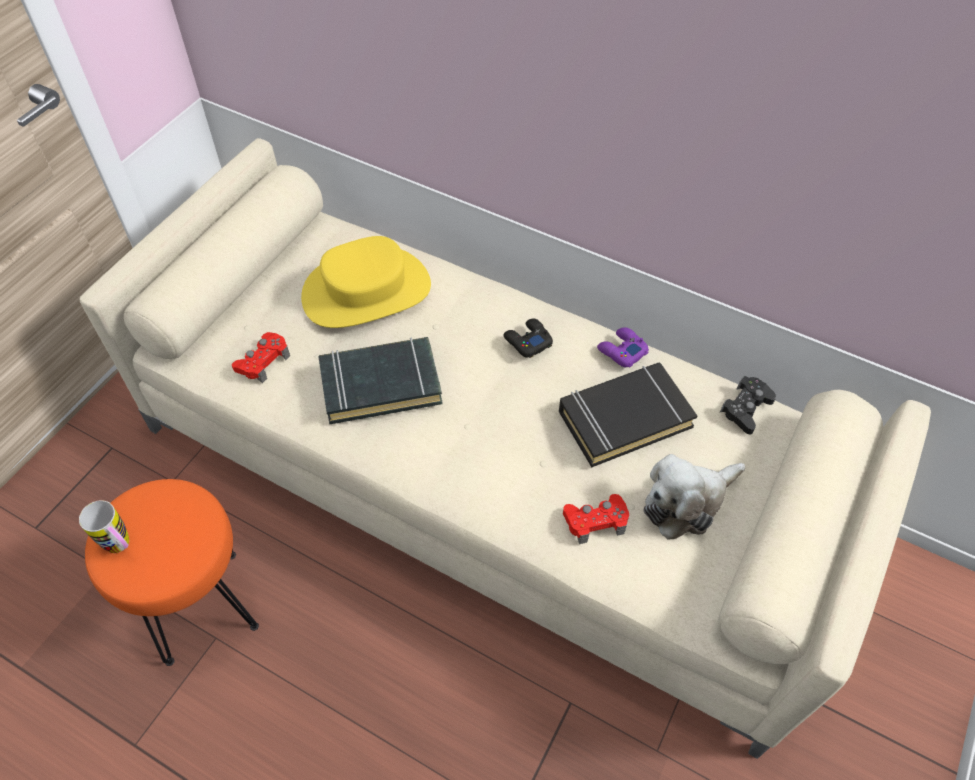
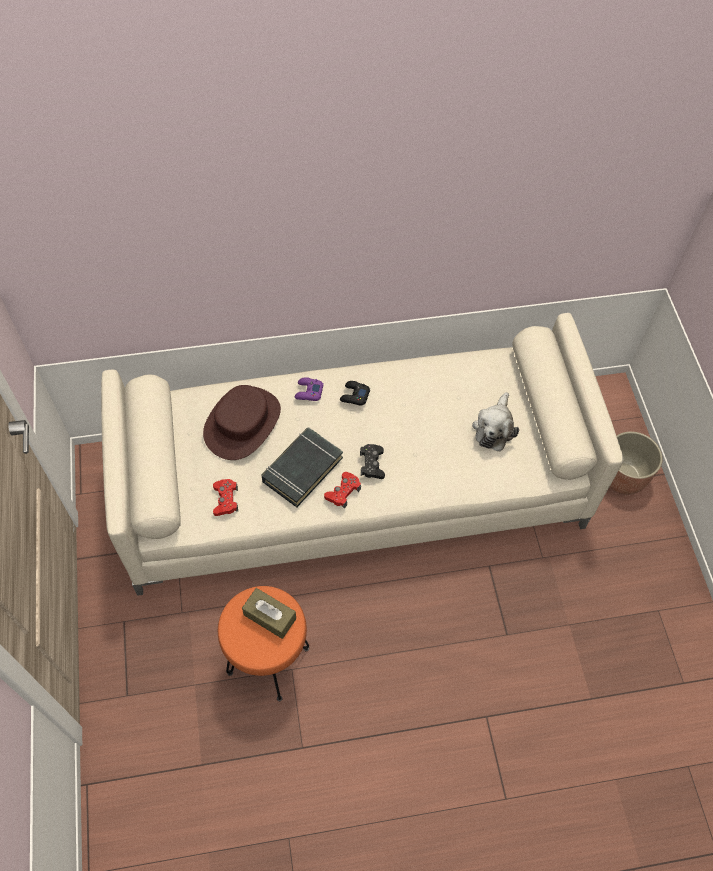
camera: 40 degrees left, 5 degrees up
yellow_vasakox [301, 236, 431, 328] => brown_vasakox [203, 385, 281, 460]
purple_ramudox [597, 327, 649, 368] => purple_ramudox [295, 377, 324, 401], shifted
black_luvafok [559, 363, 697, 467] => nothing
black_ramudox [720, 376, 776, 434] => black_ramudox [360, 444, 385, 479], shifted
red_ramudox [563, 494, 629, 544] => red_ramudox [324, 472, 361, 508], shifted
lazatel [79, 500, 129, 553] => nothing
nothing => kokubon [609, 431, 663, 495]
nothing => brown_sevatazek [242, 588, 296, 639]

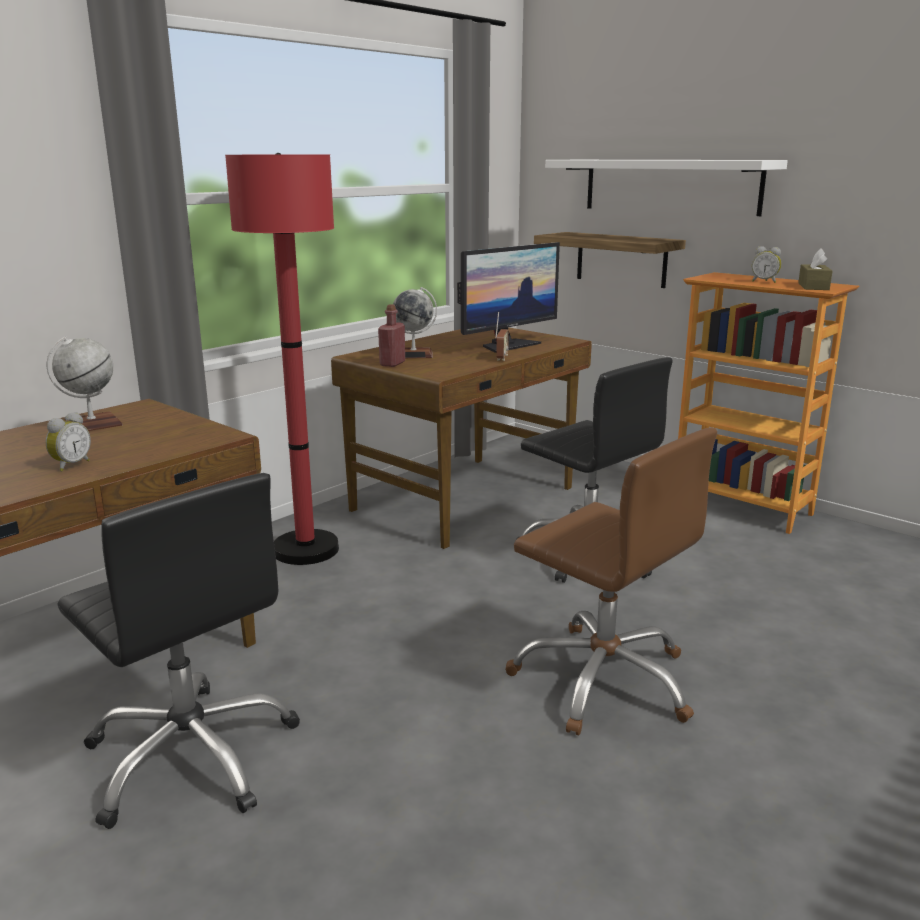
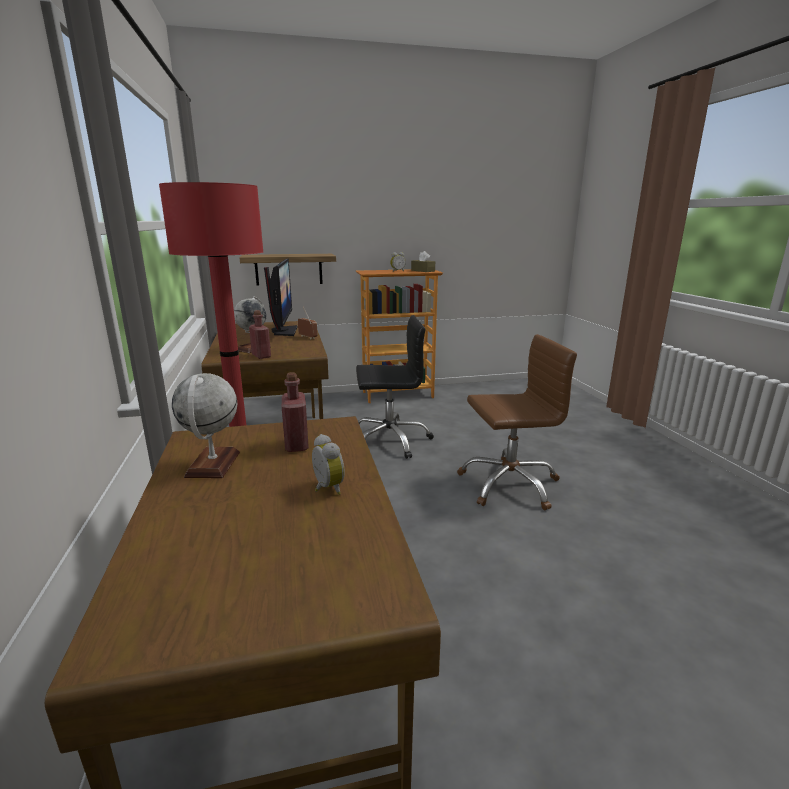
camera: 55 degrees left, 0 degrees up
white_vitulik [545, 160, 788, 216] => nothing
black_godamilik [57, 473, 300, 829] => nothing
nothing => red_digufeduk [282, 372, 309, 452]

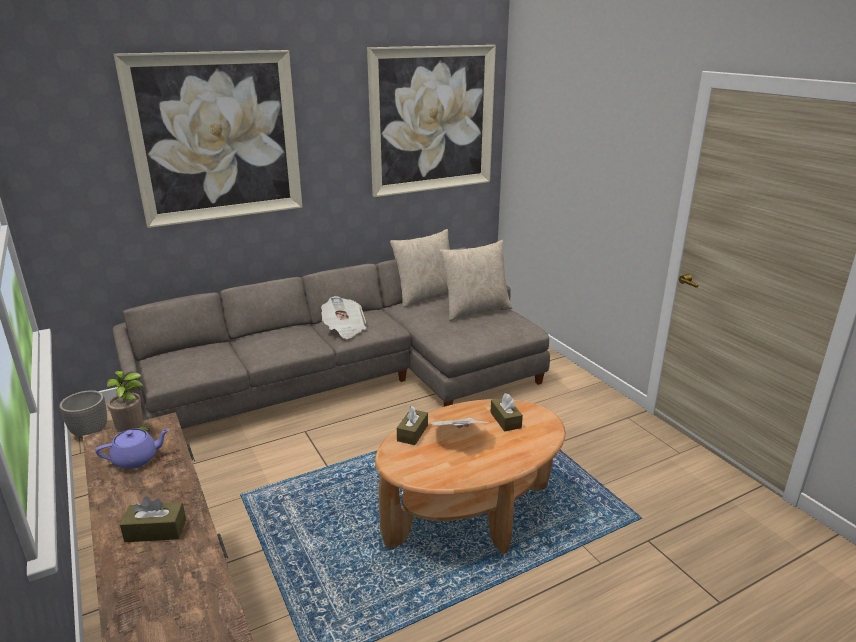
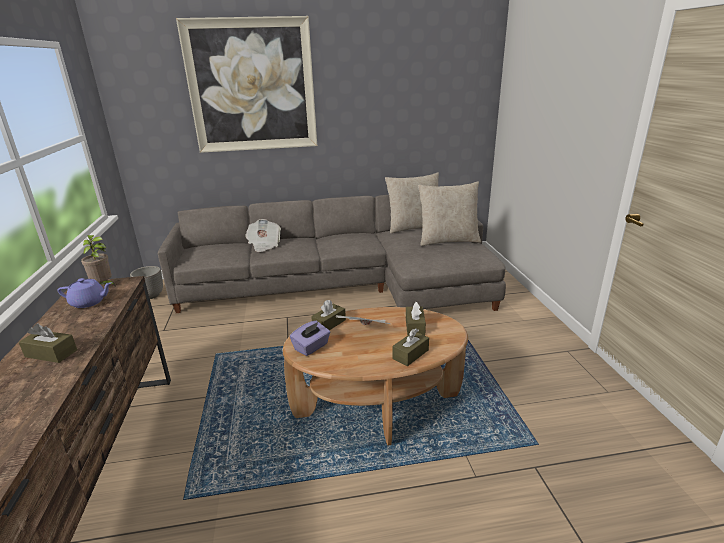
camera: 20 degrees right, 0 degrees up
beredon [367, 45, 496, 197] => nothing
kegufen [321, 296, 367, 339] => kegufen [245, 219, 281, 252], shifted
nothing => purple_sevatazek [290, 321, 331, 356]
nothing => brown_sevatazek [393, 328, 429, 366]

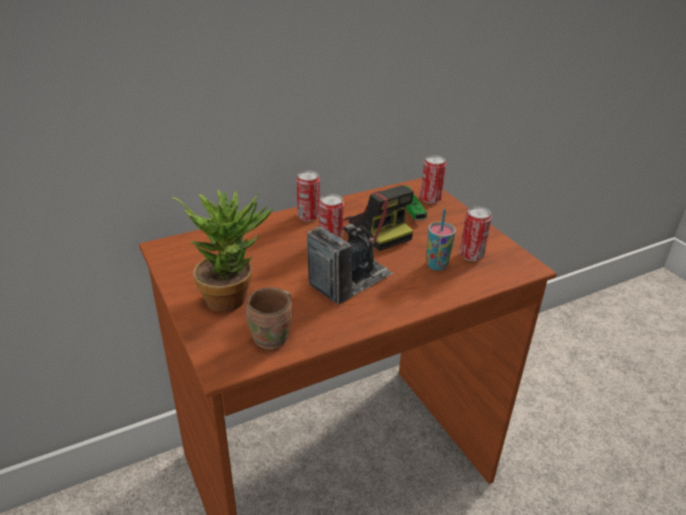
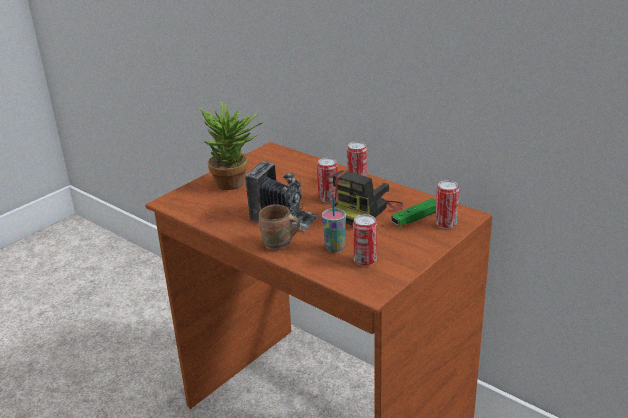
camera: 70 degrees right, 5 degrees down
brown_lazatel [246, 287, 292, 349] => brown_lazatel [259, 204, 300, 251], shifted

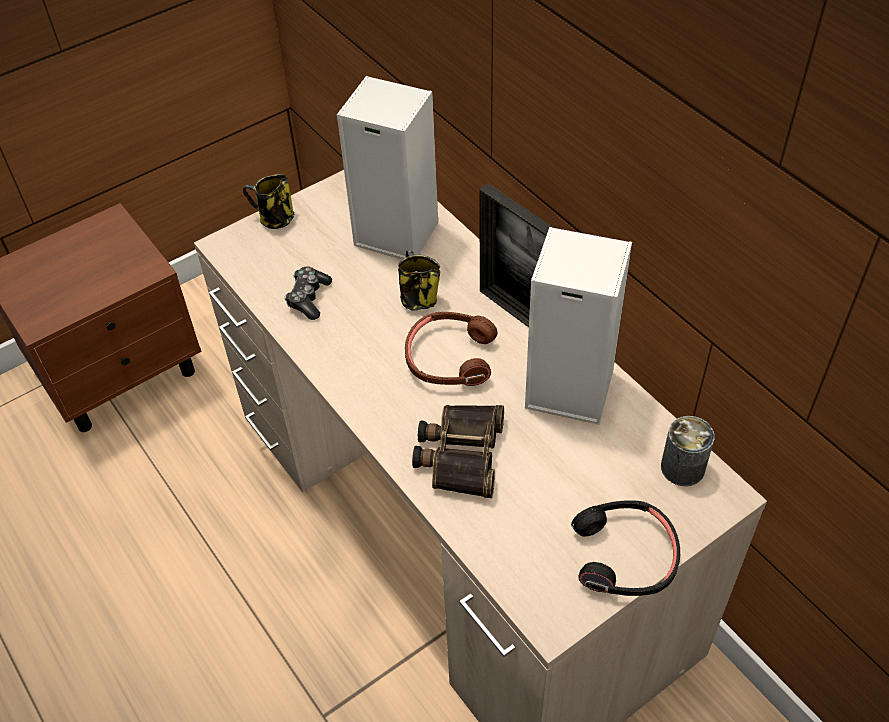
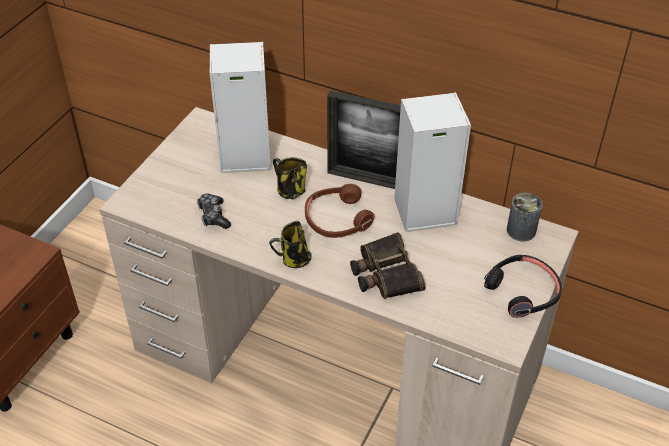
camera: 30 degrees left, 5 degrees down
lazatel [243, 174, 294, 229] => lazatel [269, 221, 312, 268], shifted

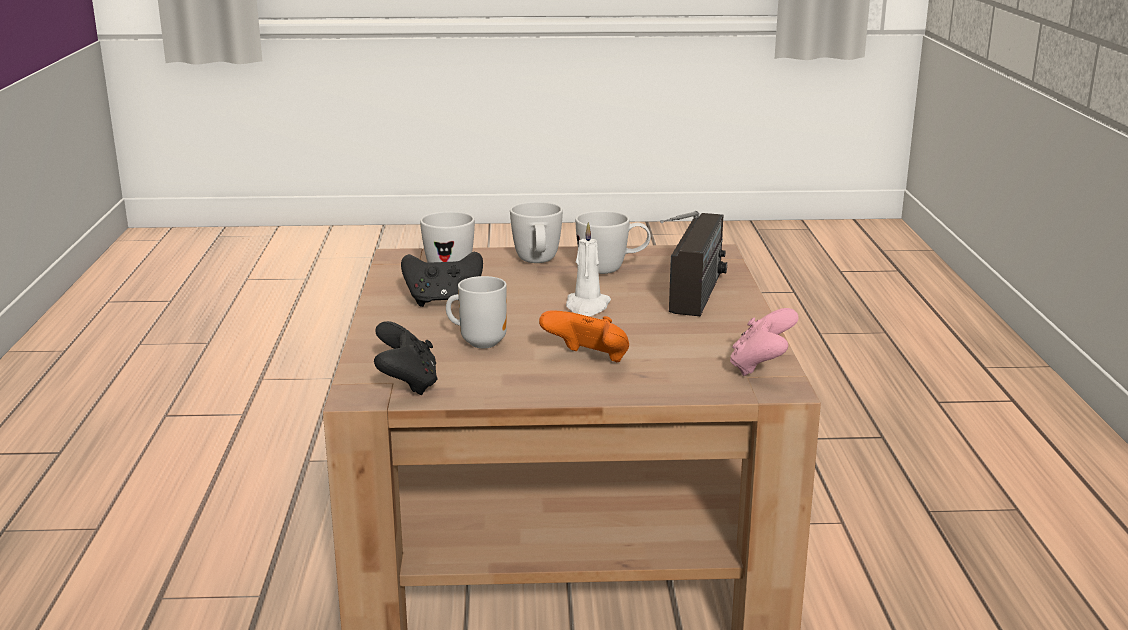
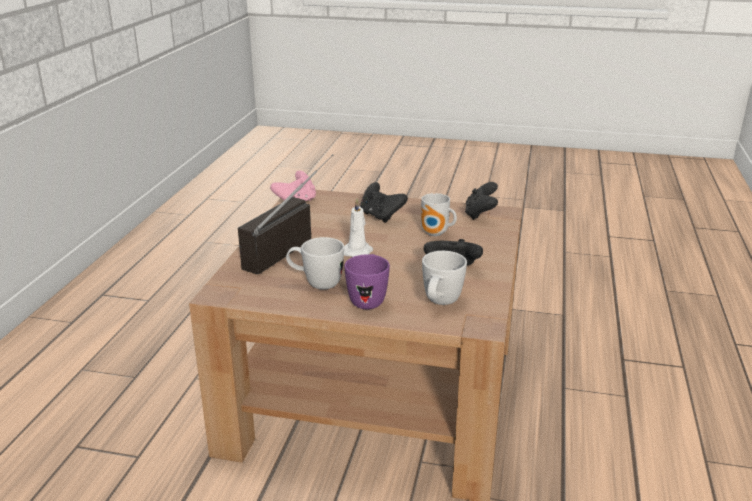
camera: 165 degrees left, 5 degrees up
white_lazatel [510, 201, 563, 263] => purple_lazatel [344, 254, 390, 309]
orange_ramudox [539, 310, 629, 362] => black_ramudox [360, 182, 408, 223]

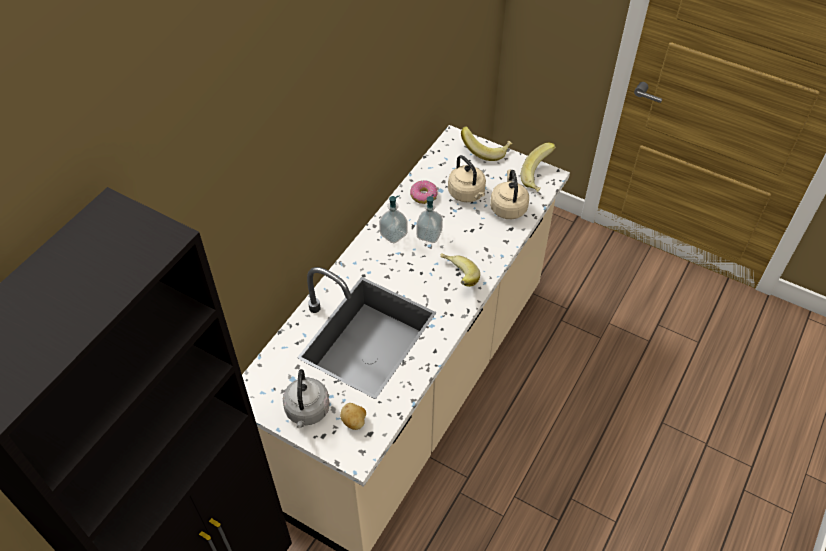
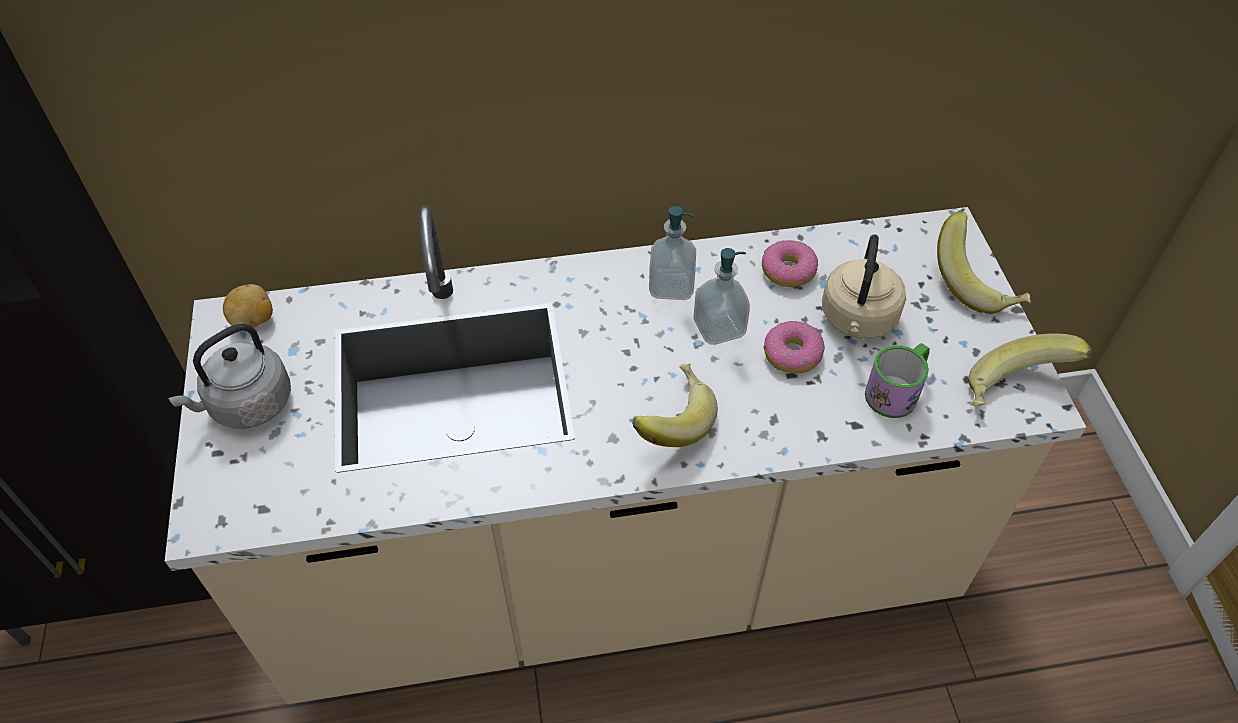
camera: 50 degrees right, 0 degrees up
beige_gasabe [490, 169, 529, 219] => lazatel [865, 343, 930, 418]
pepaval [340, 403, 366, 430] => pepaval [223, 284, 273, 328], shifted
nothing => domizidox [763, 321, 825, 373]

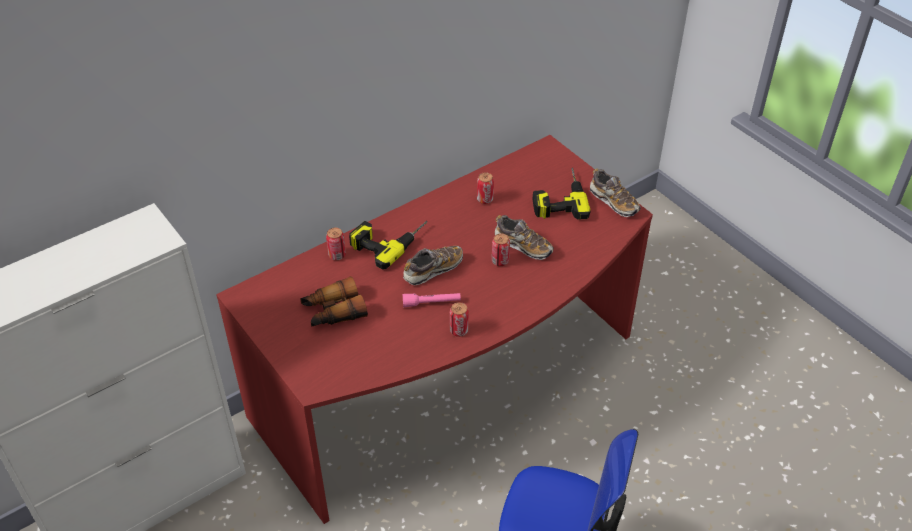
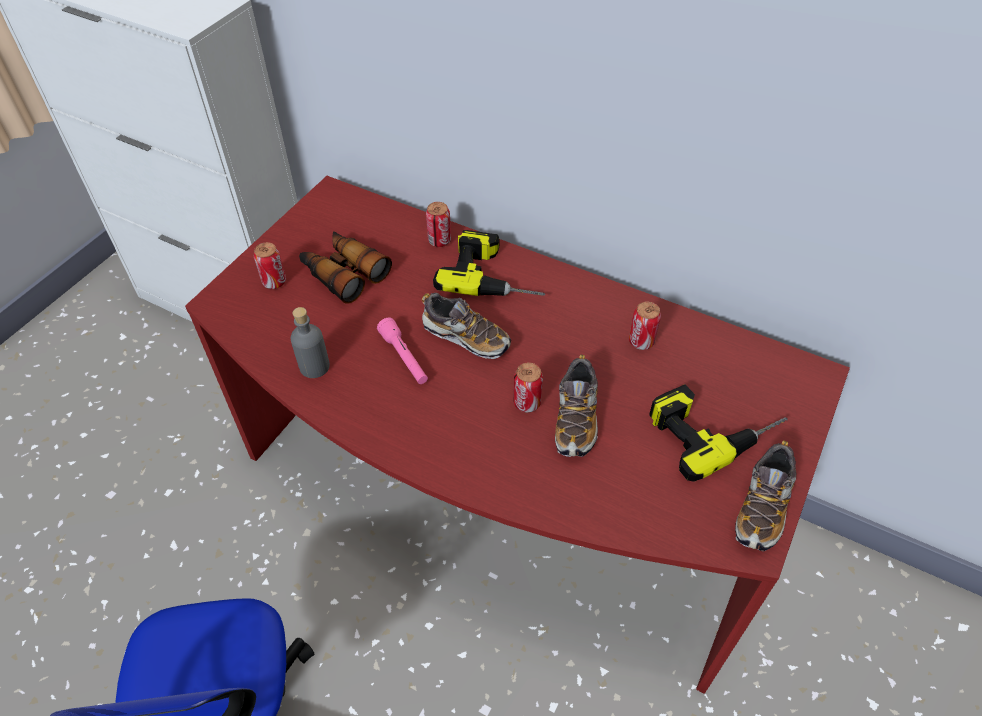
camera: 65 degrees right, 5 degrees up
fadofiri [450, 302, 469, 337] => fadofiri [254, 242, 286, 289], shifted
nothing => grey_digufeduk [291, 307, 330, 378]

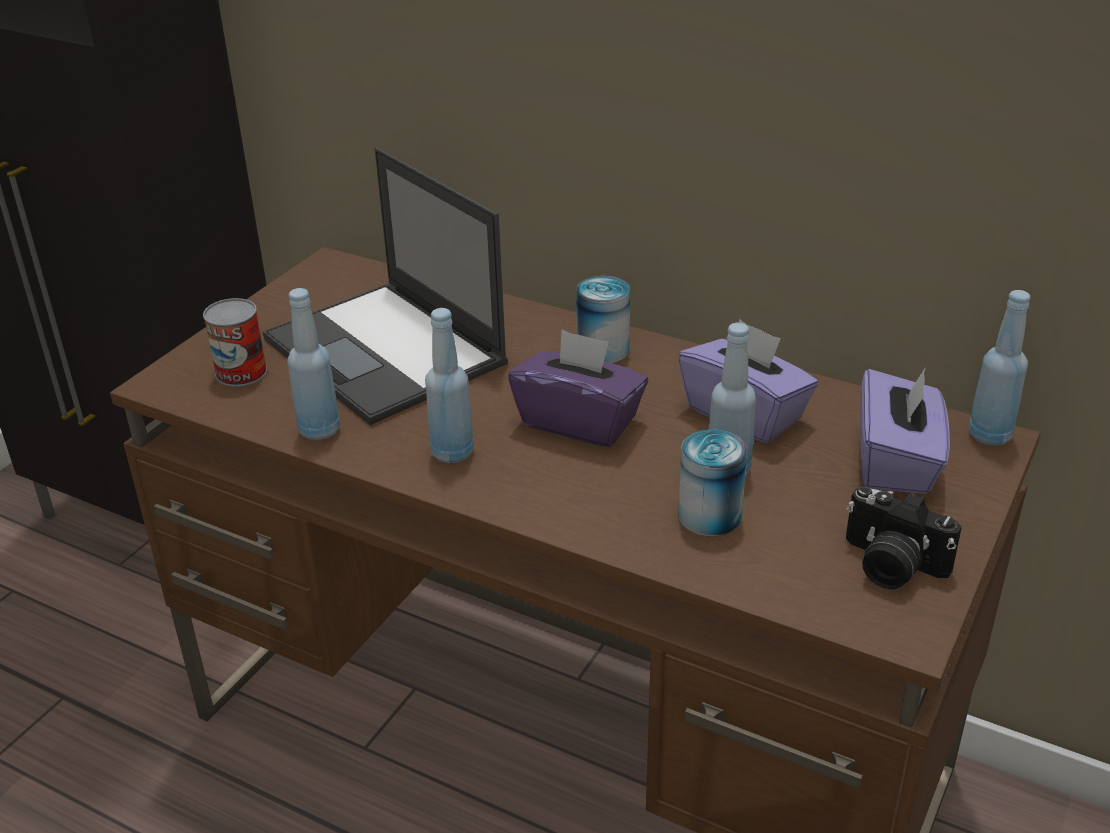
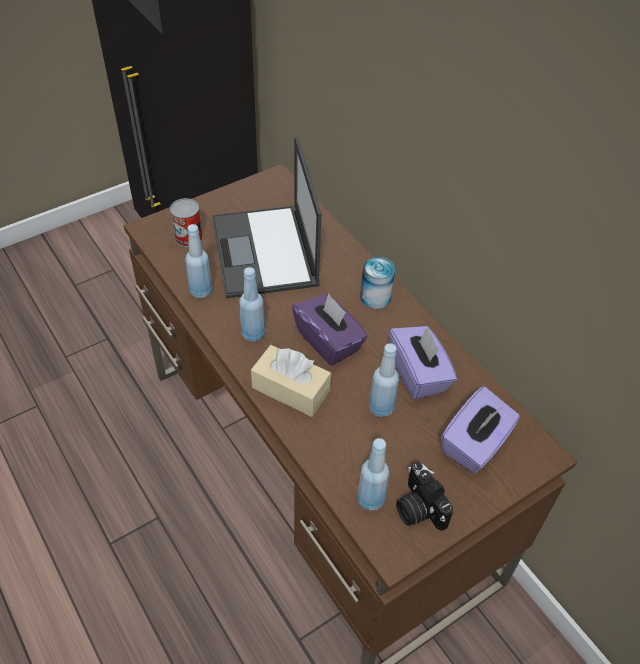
camera: 25 degrees right, 15 degrees up
blue_digufeduk [969, 290, 1031, 446] => blue_digufeduk [357, 438, 389, 511], shifted
fadofiri [678, 429, 747, 536] => nothing
nothing => beige_sevatazek [251, 345, 331, 417]

